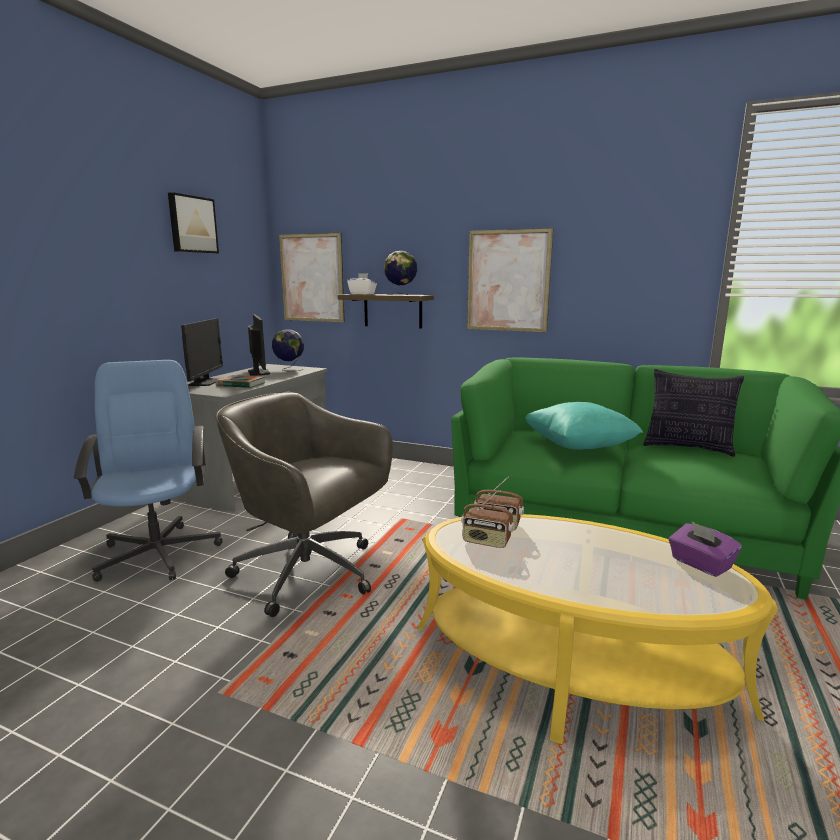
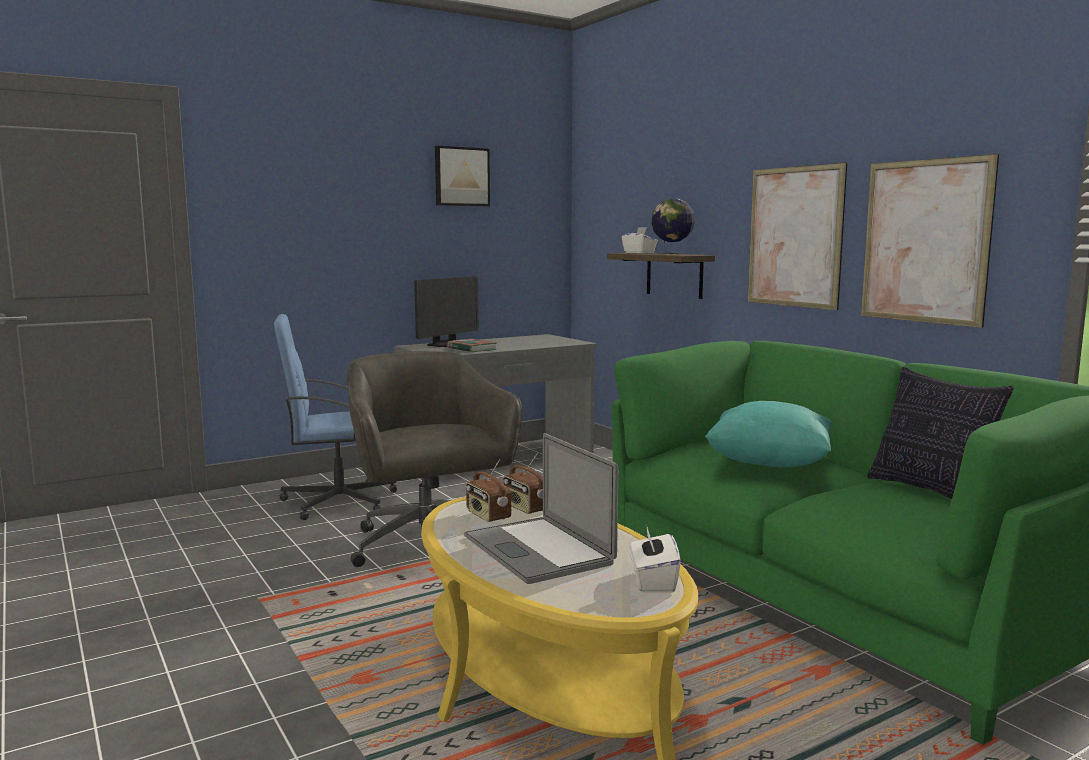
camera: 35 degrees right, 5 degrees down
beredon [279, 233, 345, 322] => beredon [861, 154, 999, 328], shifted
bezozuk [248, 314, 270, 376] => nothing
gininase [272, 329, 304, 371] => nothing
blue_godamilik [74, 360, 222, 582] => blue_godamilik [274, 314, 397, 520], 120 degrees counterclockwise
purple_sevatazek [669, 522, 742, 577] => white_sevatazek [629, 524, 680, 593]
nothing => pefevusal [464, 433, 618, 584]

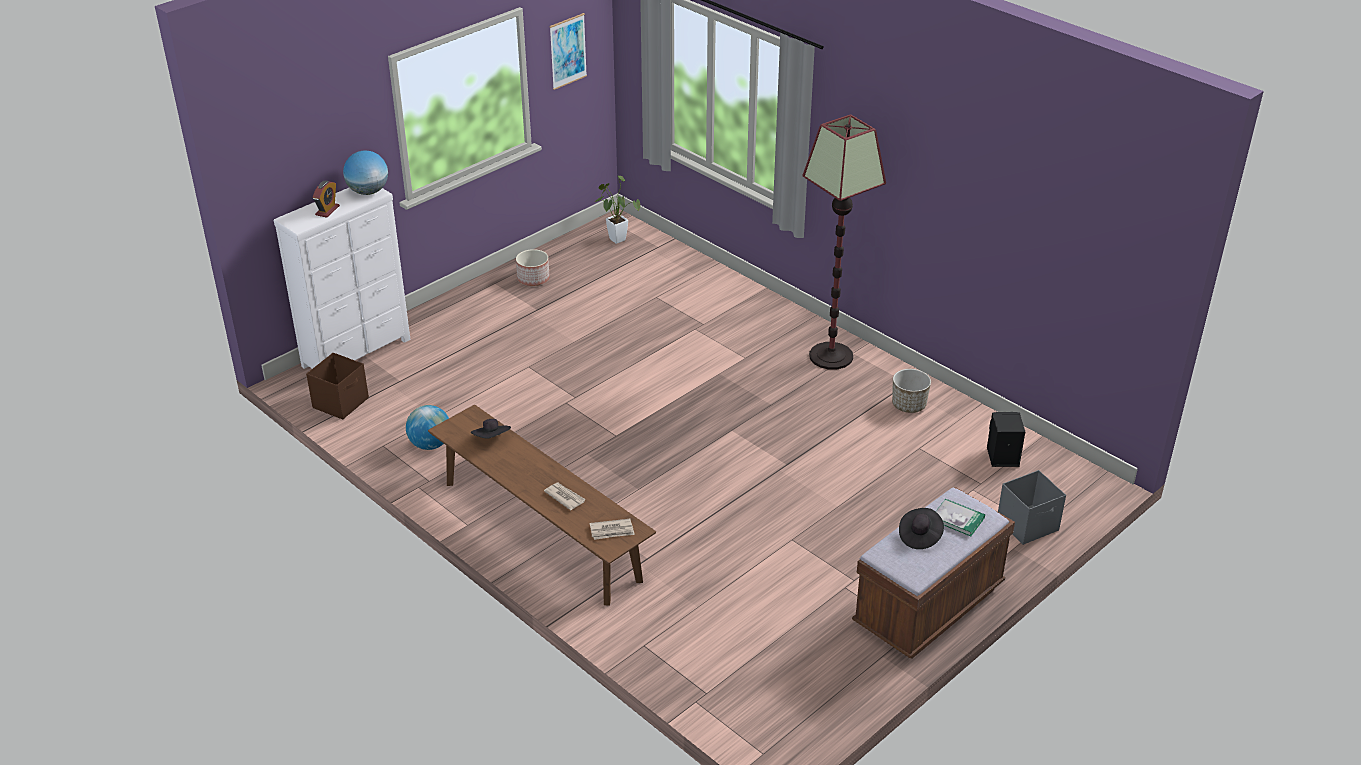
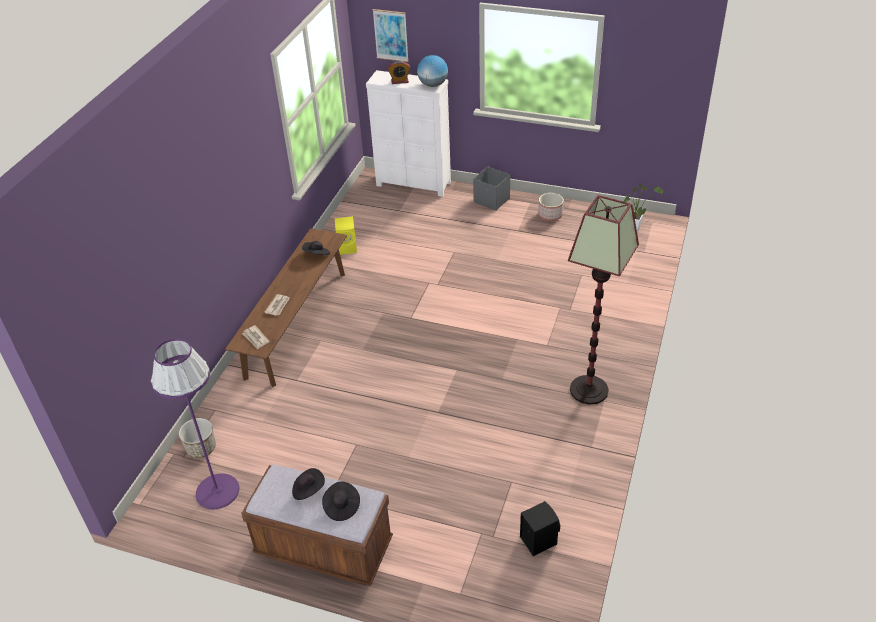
camera: 65 degrees right, 5 degrees up
beredon [549, 13, 587, 90] => beredon [373, 9, 409, 62], shifted
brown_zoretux [306, 353, 369, 420] => nothing
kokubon [892, 369, 931, 413] => kokubon [179, 418, 216, 458], shifted
gininase [406, 405, 449, 450] => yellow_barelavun [335, 216, 357, 254]
grey_zoretux [998, 470, 1066, 545] => grey_zoretux [473, 167, 510, 211], shifted
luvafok [935, 499, 985, 536] => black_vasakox [322, 481, 360, 521]
nothing => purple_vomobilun [151, 339, 239, 509]

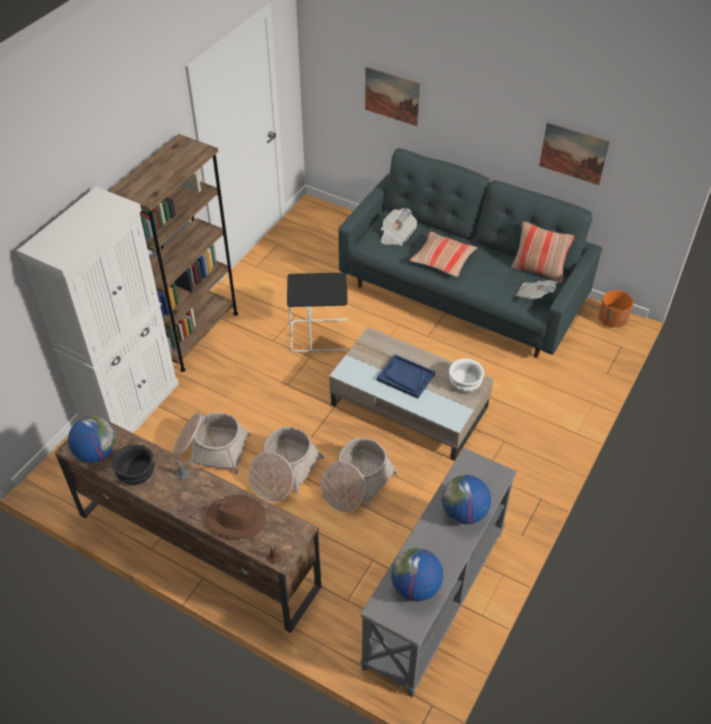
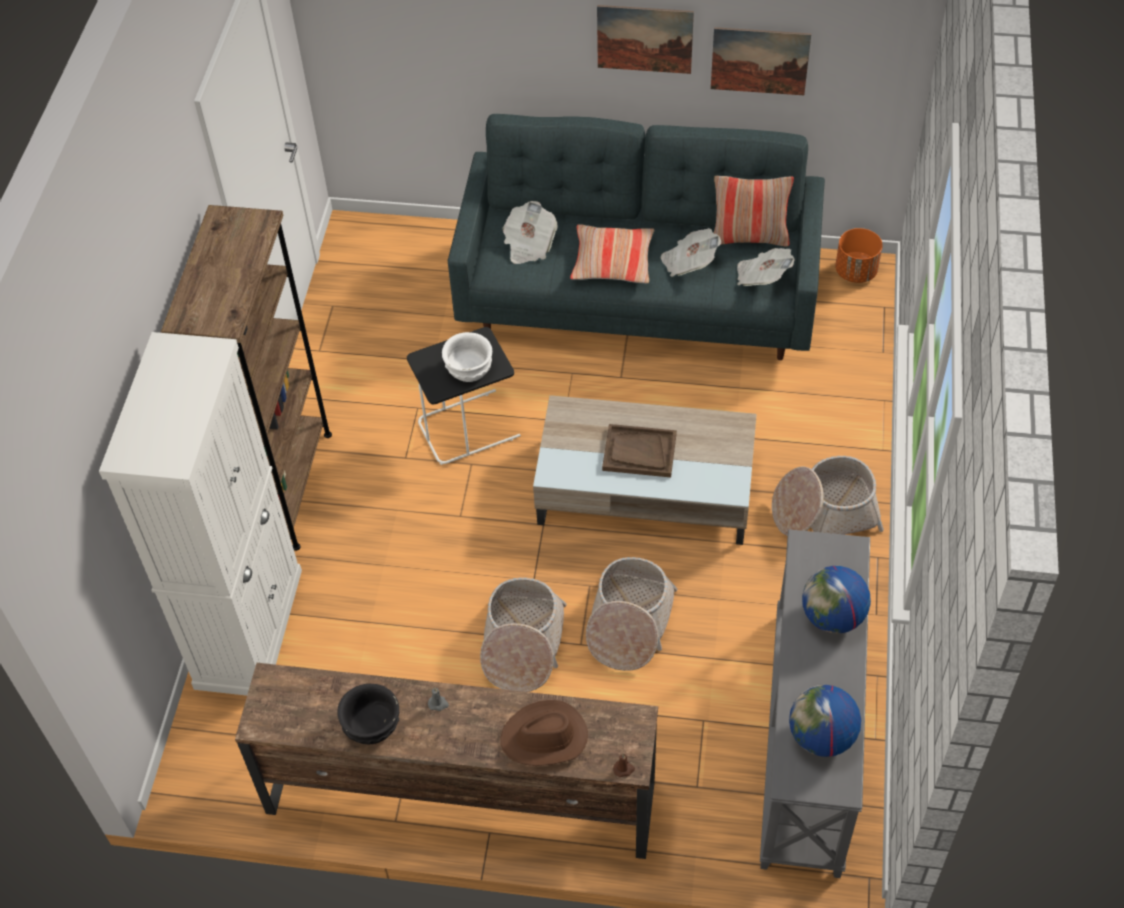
camera: 20 degrees left, 5 degrees up
beredon [365, 67, 420, 126] => beredon [597, 5, 694, 74], shifted
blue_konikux [377, 354, 435, 399] => brown_konikux [602, 424, 677, 477]
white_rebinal [449, 358, 484, 393] => white_rebinal [442, 332, 492, 382], shifted
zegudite [173, 412, 251, 474] => zegudite [772, 456, 884, 536], shifted
gininase [68, 416, 116, 463] => nothing
nothing => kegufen [660, 228, 721, 277]

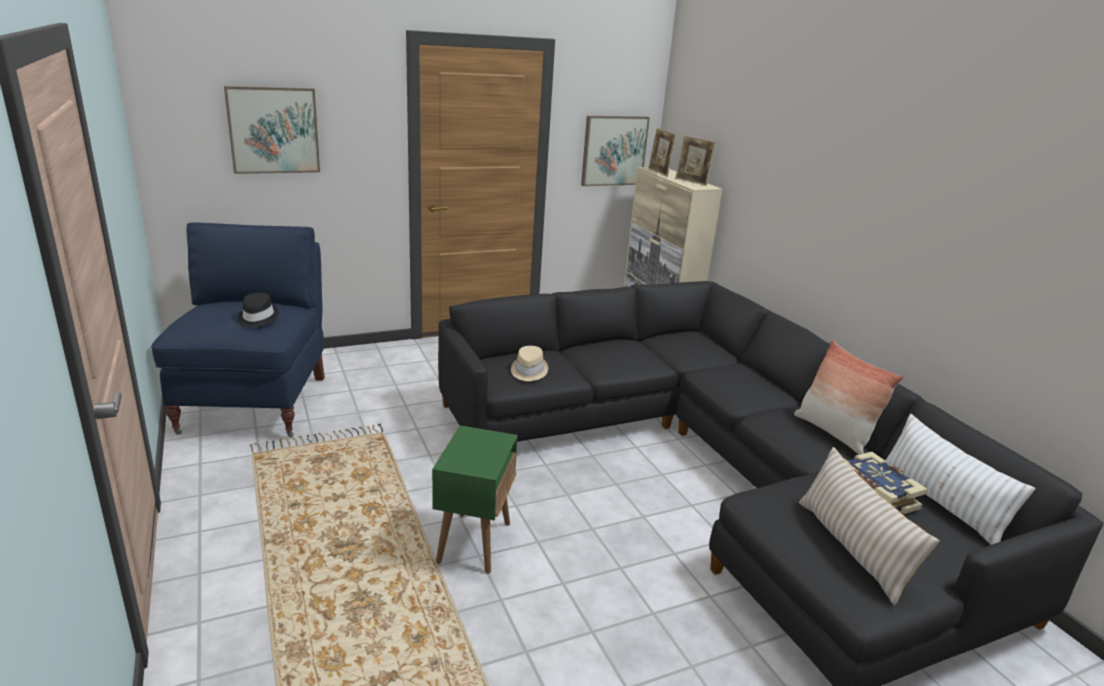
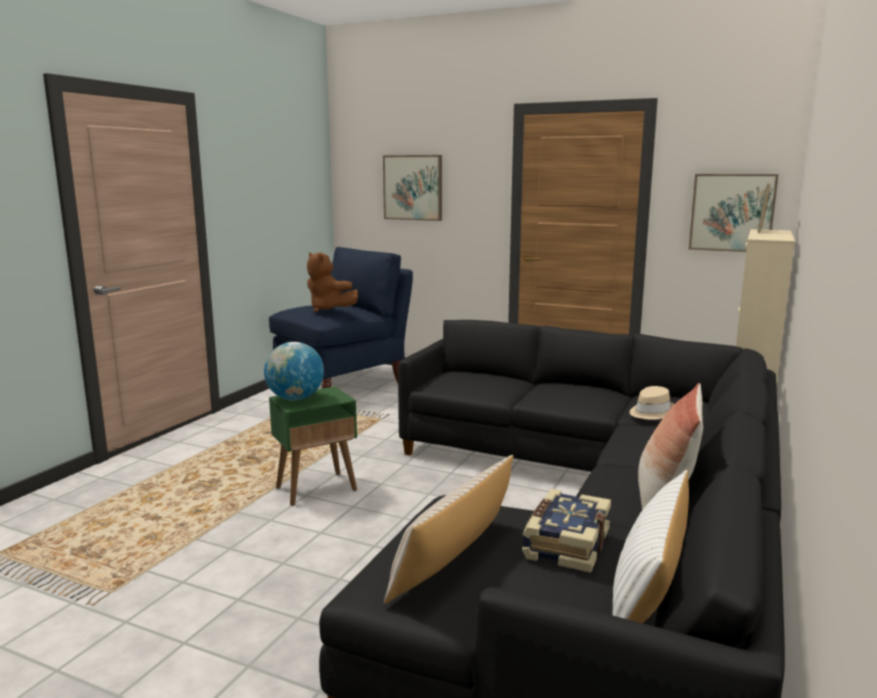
camera: 50 degrees right, 10 degrees down
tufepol [675, 135, 716, 186] => nothing
black_vasakox [237, 293, 279, 328] => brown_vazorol [307, 252, 358, 313]
beige_vasakox [511, 346, 548, 381] => beige_vasakox [630, 386, 674, 420], shifted
nothing => gininase [264, 342, 324, 401]

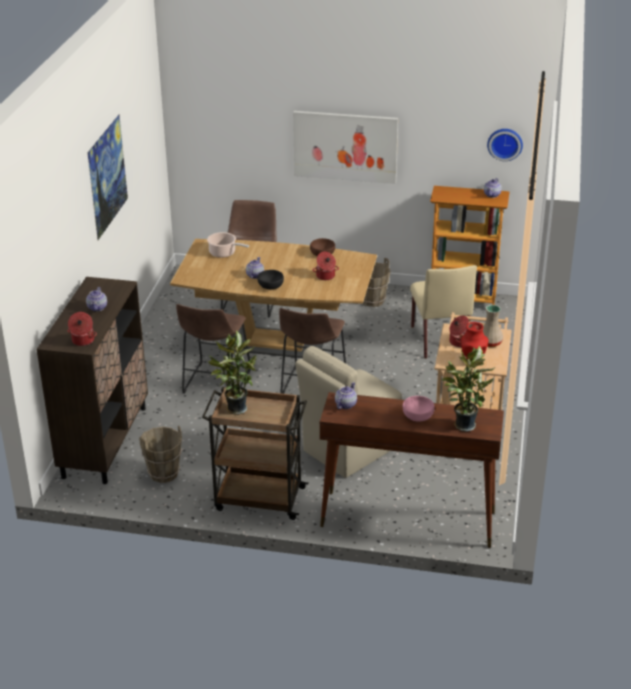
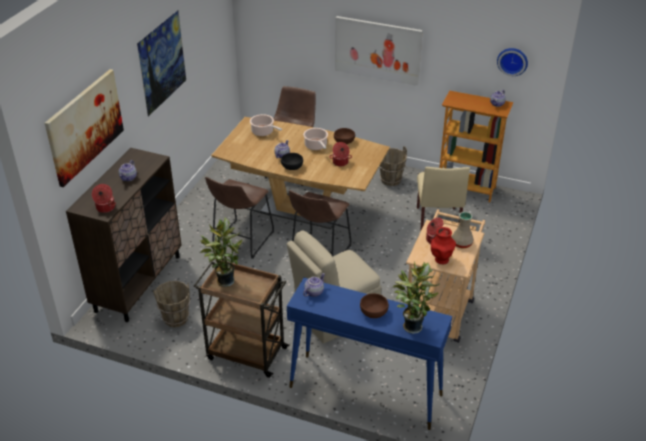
camera: 10 degrees right, 5 degrees up
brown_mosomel [320, 392, 504, 548] => blue_mosomel [287, 278, 452, 430]
pink_rebinal [403, 396, 435, 422] => brown_rebinal [360, 293, 389, 318]
nothing => beredon [45, 69, 124, 187]
nothing => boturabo [303, 128, 328, 150]

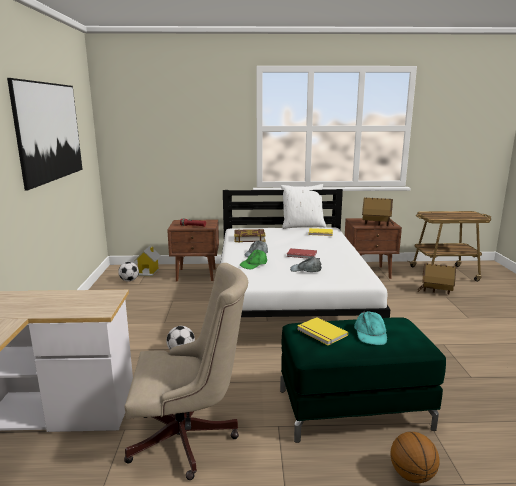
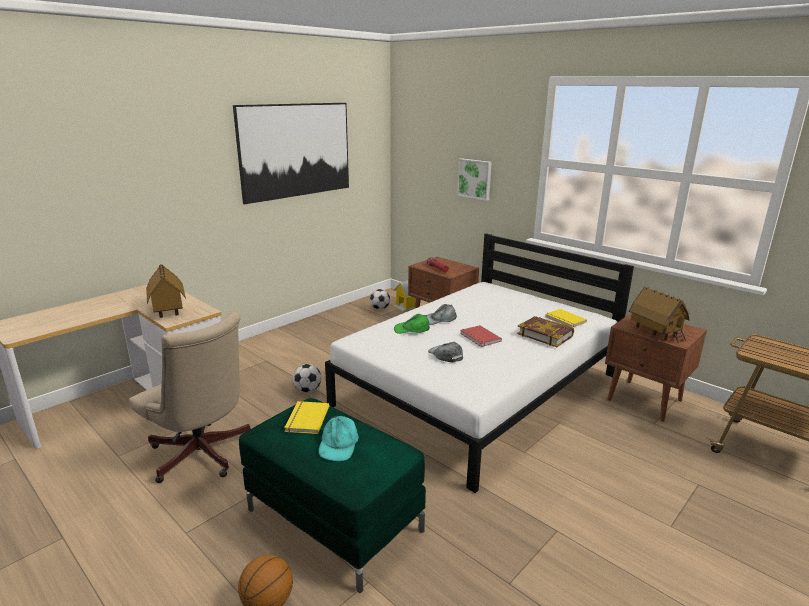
camera: 45 degrees right, 5 degrees up
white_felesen [281, 184, 326, 229] => nothing
luvafok [234, 229, 266, 242] => luvafok [517, 316, 574, 347], shifted
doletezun [418, 263, 456, 294] => doletezun [146, 264, 186, 318], shifted
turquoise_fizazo [354, 311, 387, 345] => turquoise_fizazo [319, 416, 359, 461], 45 degrees counterclockwise
nothing => beredon [457, 158, 492, 201]

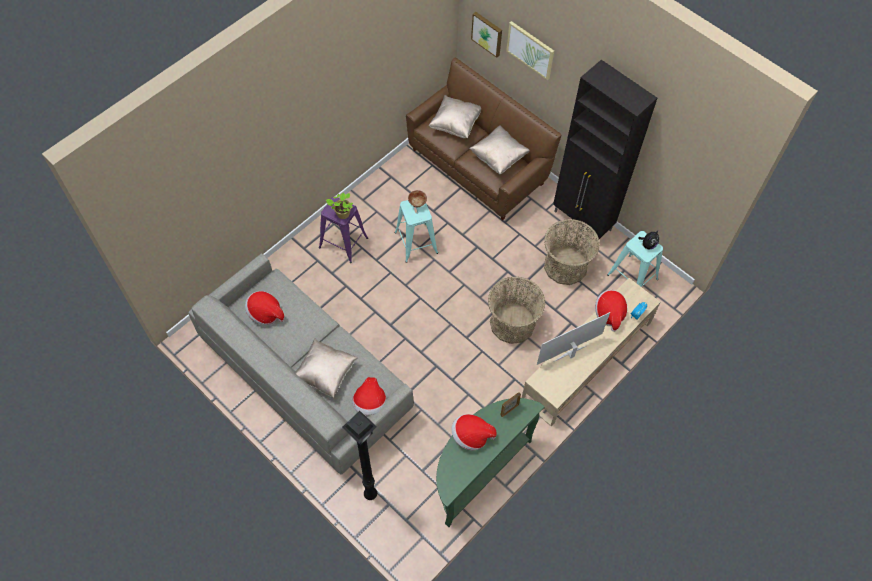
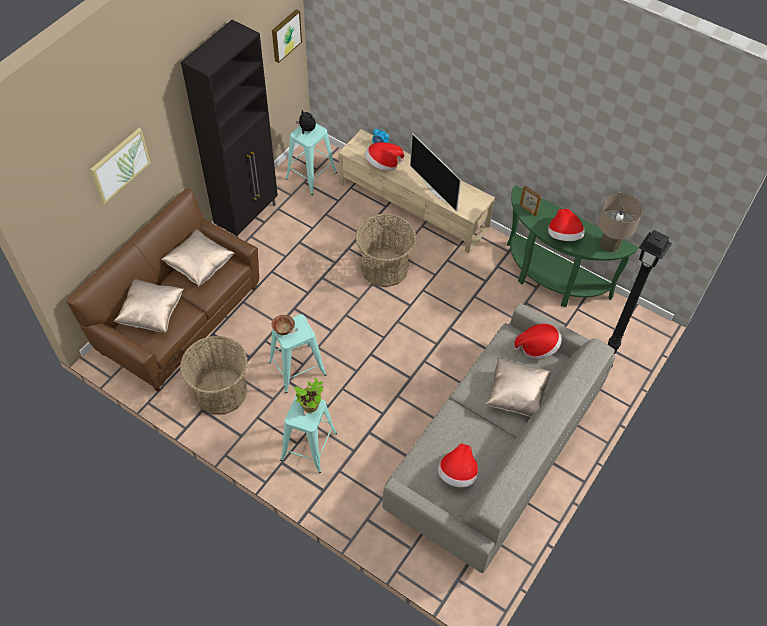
camera: 100 degrees left, 5 degrees down
beredon [471, 12, 502, 58] => beredon [272, 9, 302, 63], shifted
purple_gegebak [319, 197, 368, 263] => turquoise_gegebak [280, 396, 337, 473]
zegudite [544, 219, 600, 285] => zegudite [180, 336, 248, 414], shifted
nothing => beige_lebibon [598, 193, 643, 252]

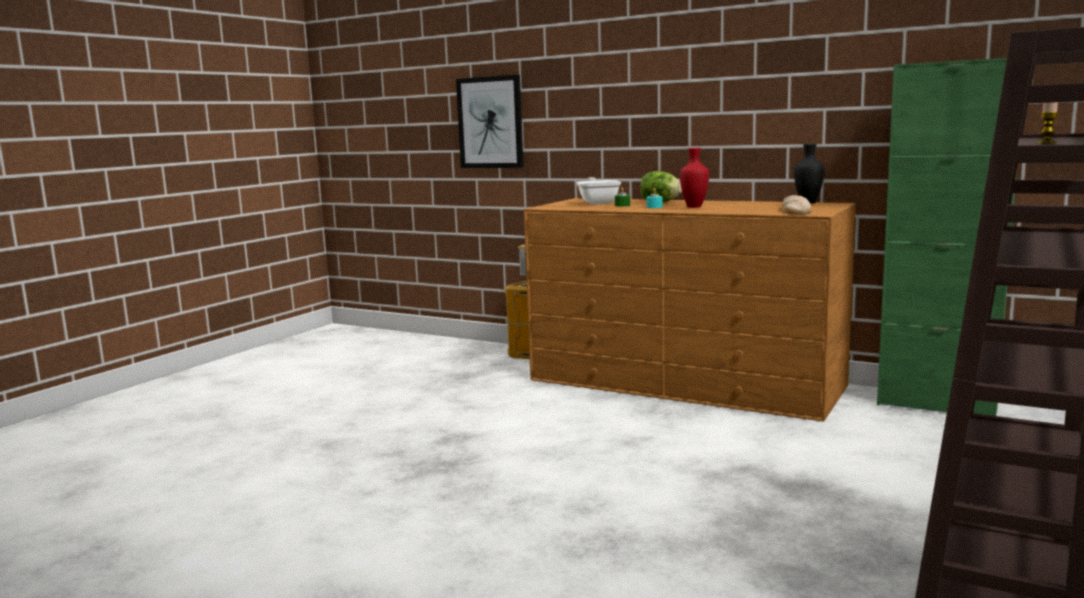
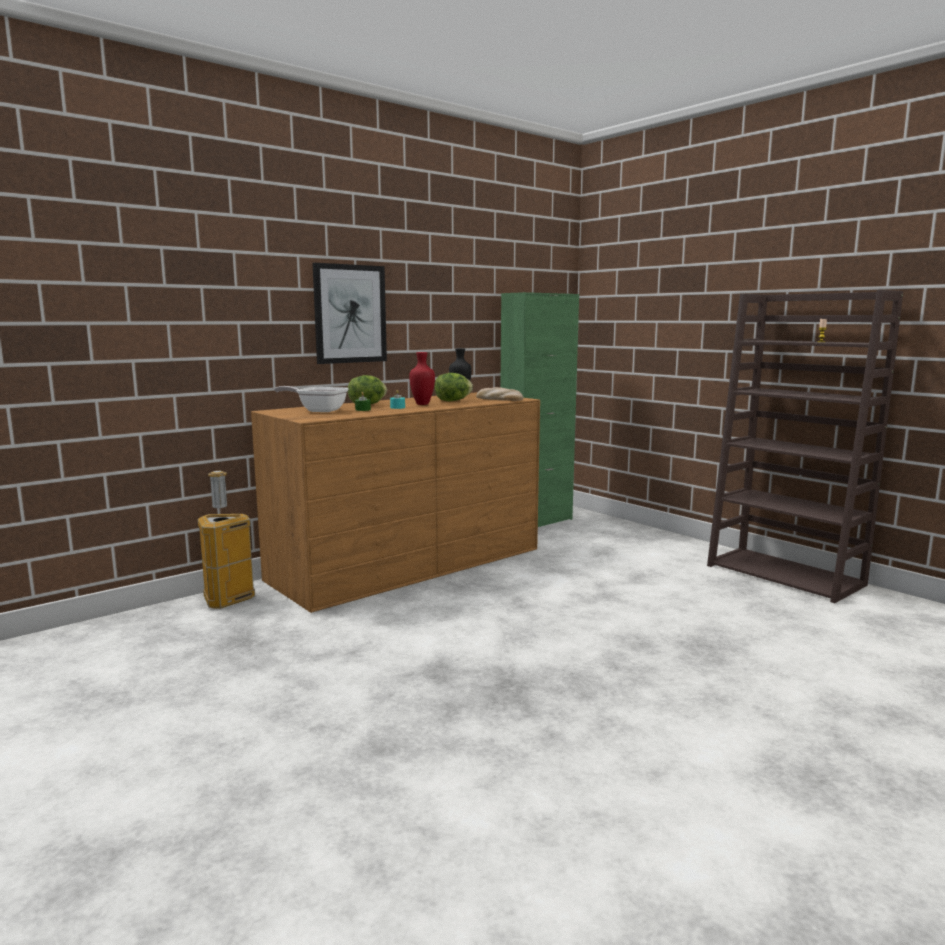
camera: 70 degrees left, 0 degrees up
beredon [456, 75, 524, 168] => beredon [312, 263, 387, 364], shifted
nothing => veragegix [435, 373, 473, 401]

